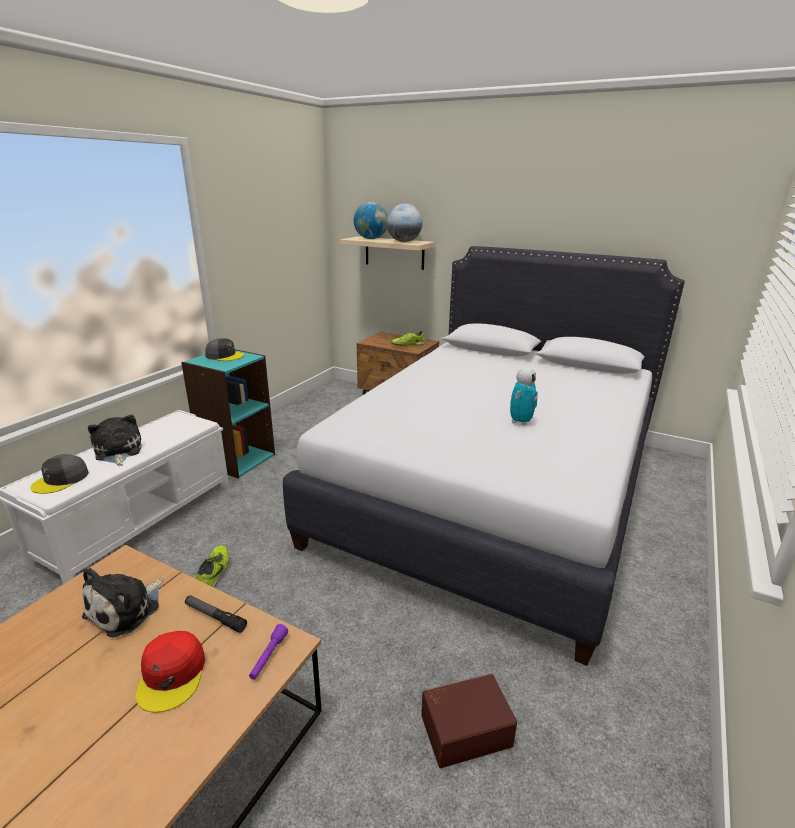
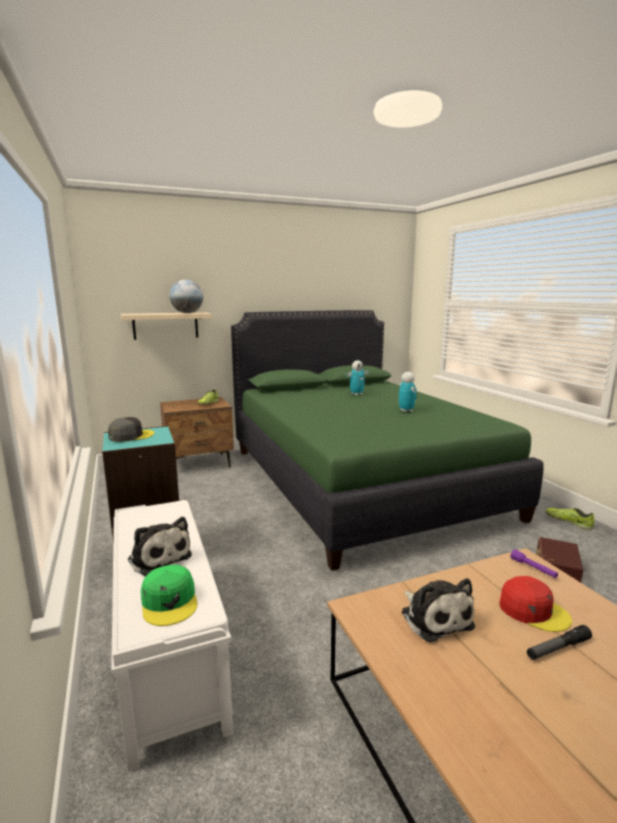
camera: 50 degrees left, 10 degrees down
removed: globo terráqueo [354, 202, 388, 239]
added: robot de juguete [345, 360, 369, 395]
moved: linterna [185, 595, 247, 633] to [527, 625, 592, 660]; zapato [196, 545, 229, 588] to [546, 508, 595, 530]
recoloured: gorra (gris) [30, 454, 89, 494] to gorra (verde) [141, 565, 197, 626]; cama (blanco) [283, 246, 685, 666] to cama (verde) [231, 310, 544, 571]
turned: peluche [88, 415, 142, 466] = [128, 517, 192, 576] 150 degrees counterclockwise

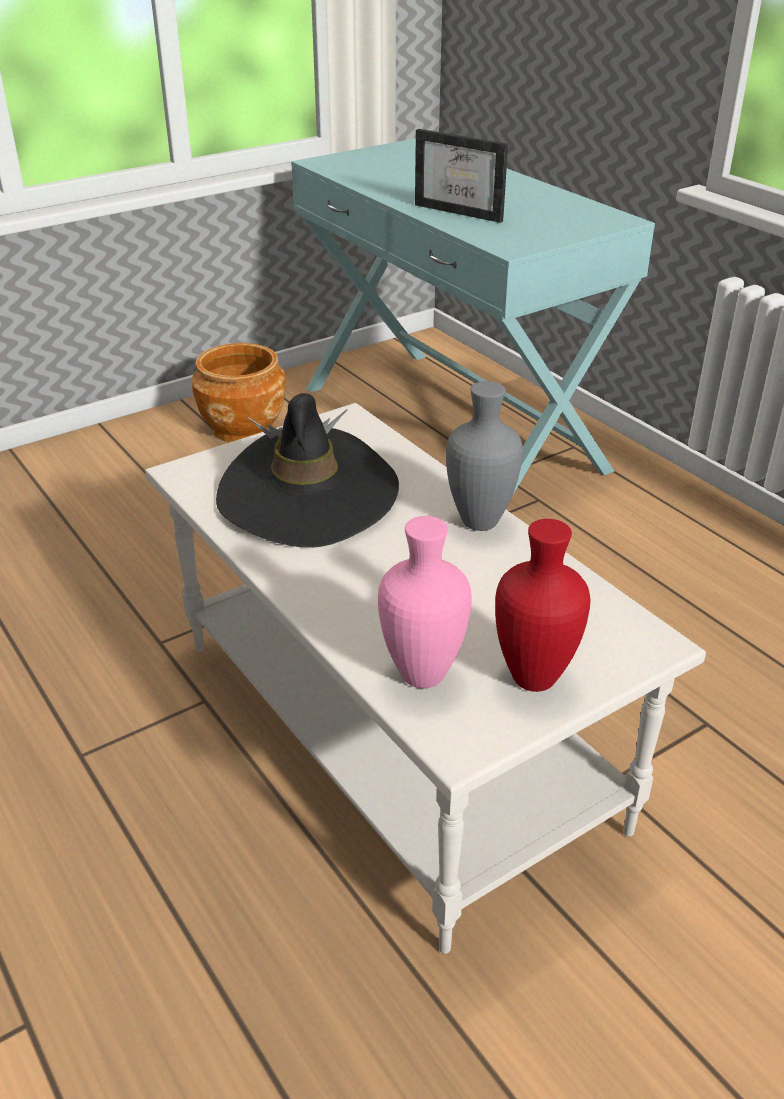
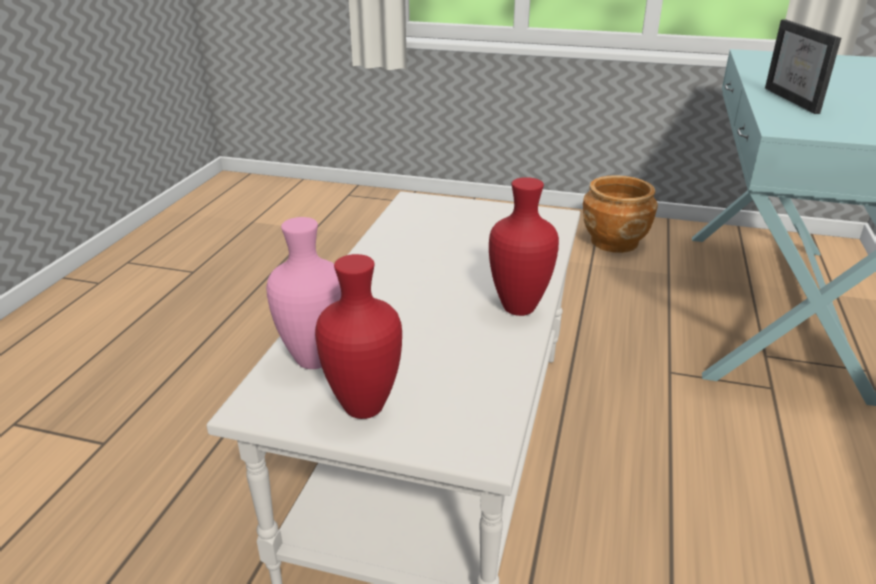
camera: 50 degrees right, 5 degrees down
removed: sombrero (negro) [216, 393, 399, 548]
recoloured: florero (gris) [446, 381, 523, 531] to florero (rojo) [489, 177, 559, 316]

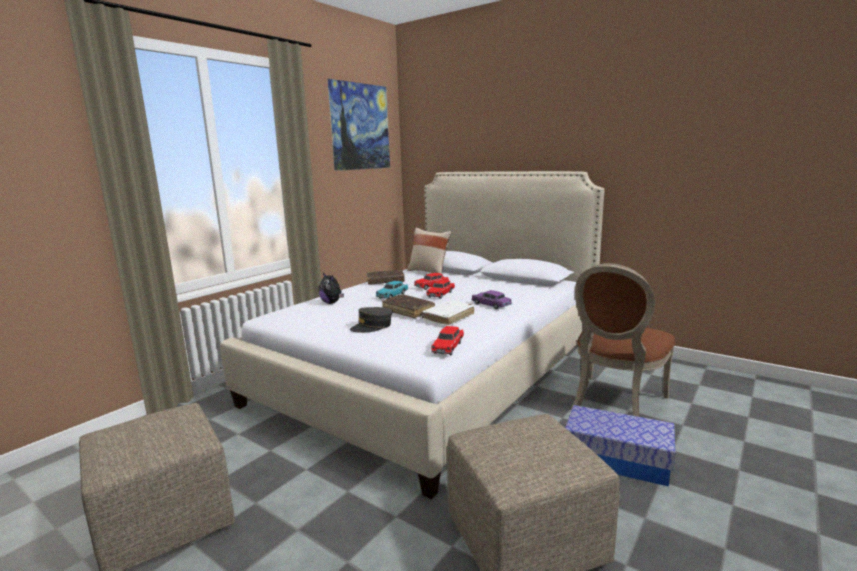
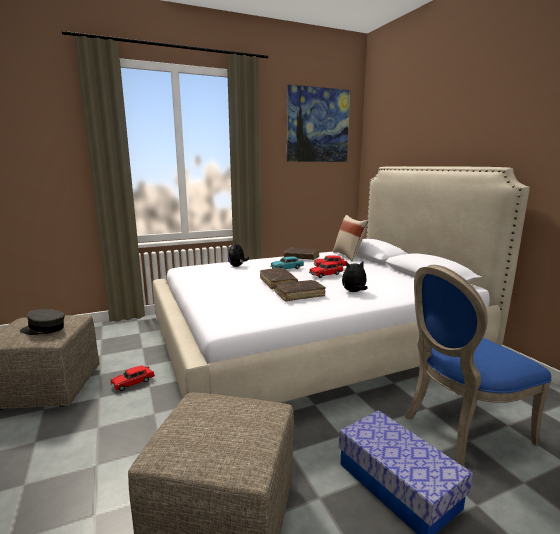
camera: 30 degrees right, 0 degrees up
moved: gorra (gris) [350, 307, 393, 332] to [20, 309, 65, 335]; coche de juguete (rojo) [431, 326, 464, 355] to [110, 366, 155, 391]
replaced: coche de juguete (morado) [471, 290, 512, 309] to peluche [342, 261, 368, 292]
recoloured: libro (blanco) [421, 301, 474, 326] to libro (marrón) [274, 280, 326, 301]; silla (marrón) [571, 263, 676, 417] to silla (azul) [405, 265, 551, 465]

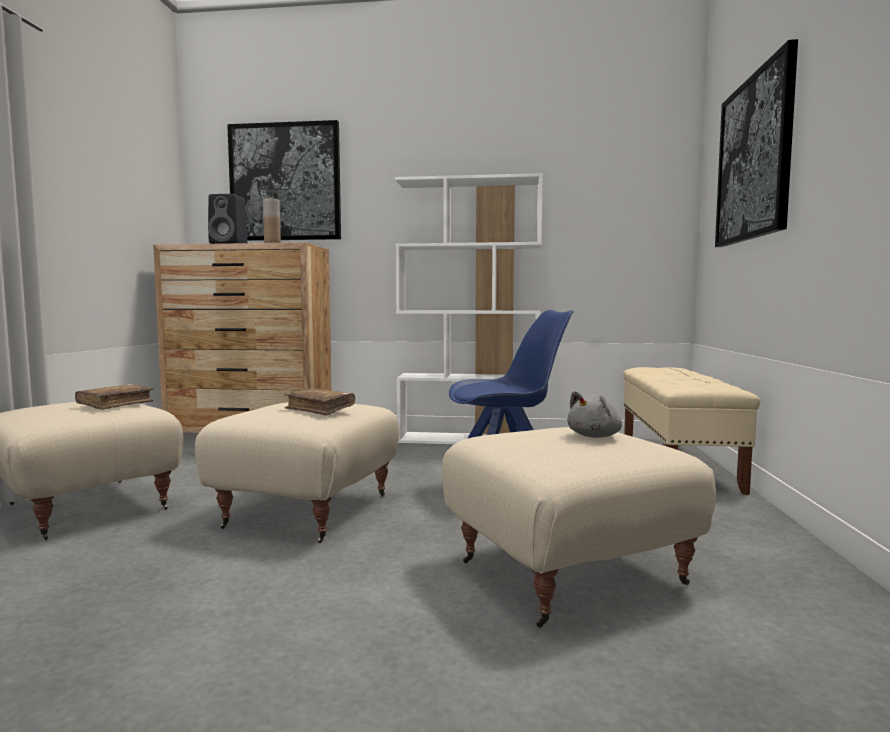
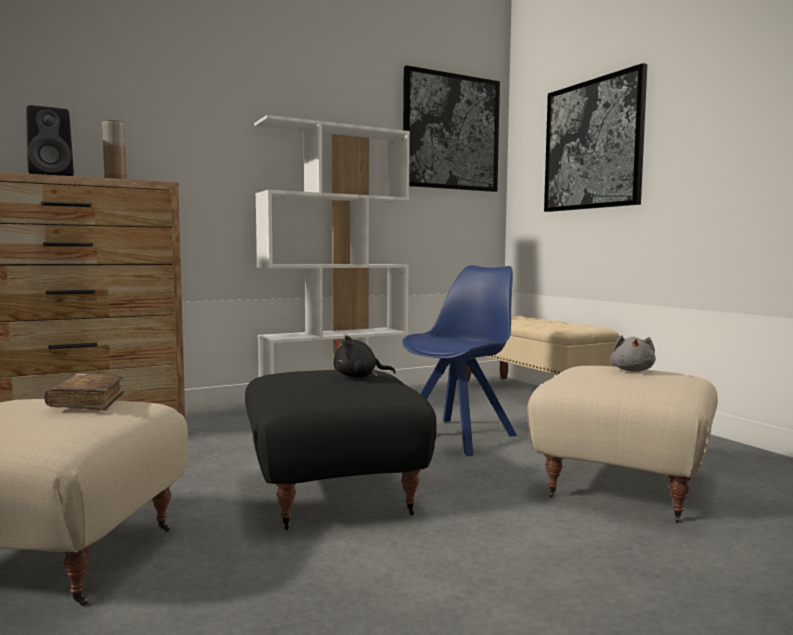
camera: 35 degrees left, 0 degrees up
moved: cuadro [227, 120, 341, 241] to [403, 65, 500, 192]
replaced: libro (marrón) [284, 388, 355, 416] to peluche (negro) [333, 336, 396, 378]
recoloured: puf (beis) [195, 402, 400, 543] to puf (negro) [245, 370, 437, 530]

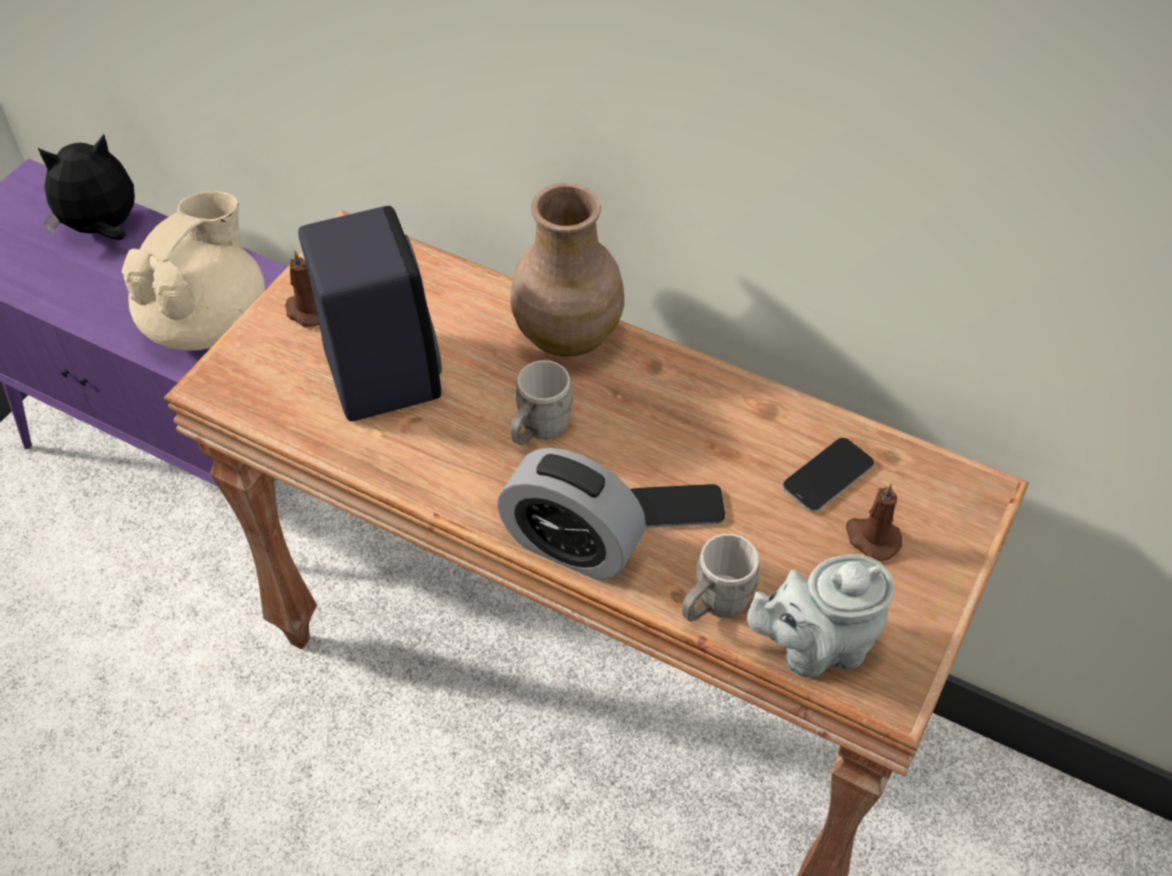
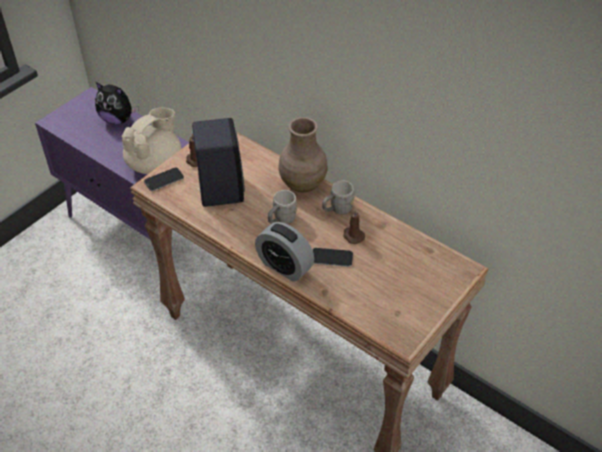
camera: 10 degrees right, 5 degrees down
removed: tetera (gris) [747, 554, 895, 677]
moved: móvil [783, 438, 874, 512] to [144, 167, 184, 191]; taza grande (gris) [682, 534, 760, 622] to [322, 180, 355, 214]; vela (marrón) [846, 483, 902, 561] to [343, 209, 365, 244]
turned: peluche [38, 134, 135, 240] = [95, 82, 138, 125] 150 degrees counterclockwise

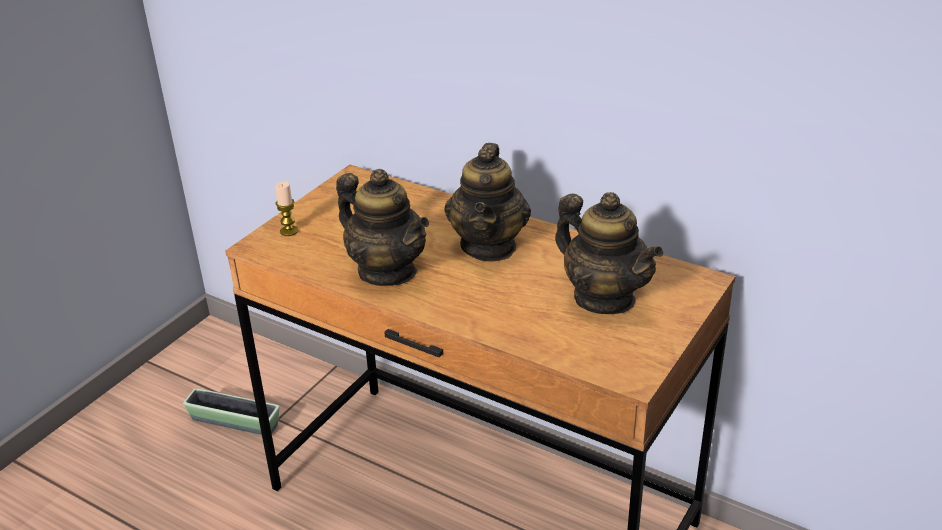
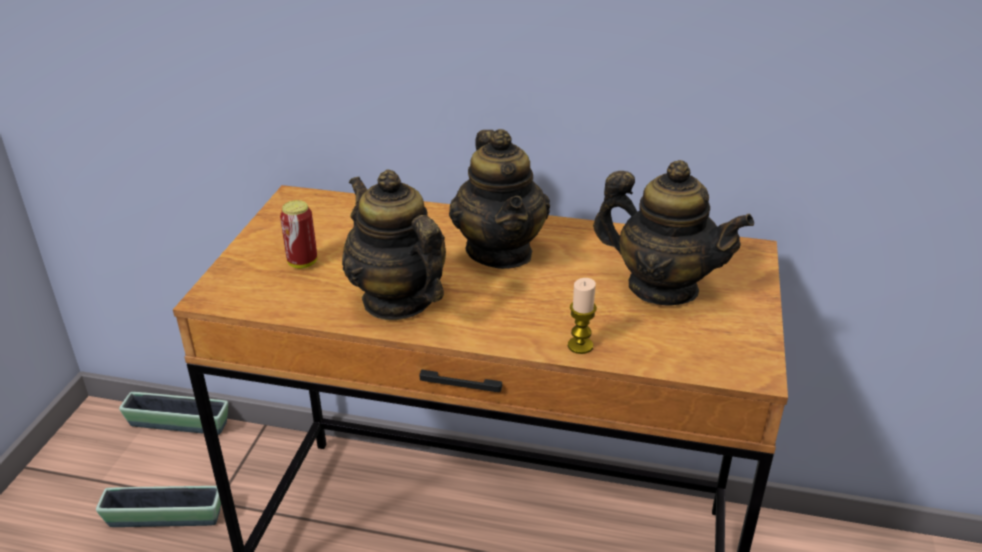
camera: 20 degrees left, 0 degrees up
added: maceta [119, 392, 228, 435]; lata [280, 200, 317, 268]
moved: vela [275, 181, 298, 236] to [568, 278, 597, 354]
turned: tetera [336, 169, 429, 286] = [342, 169, 446, 320] 150 degrees counterclockwise

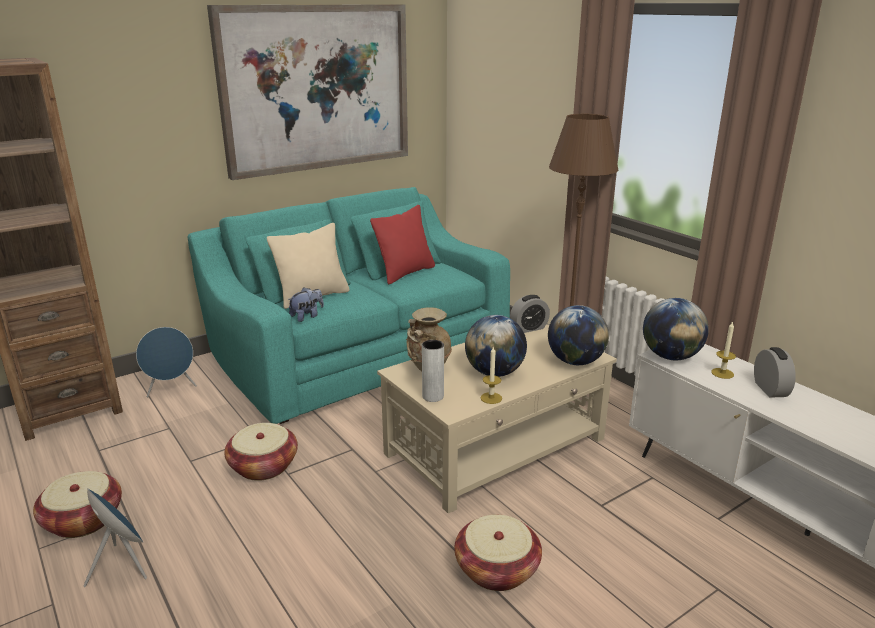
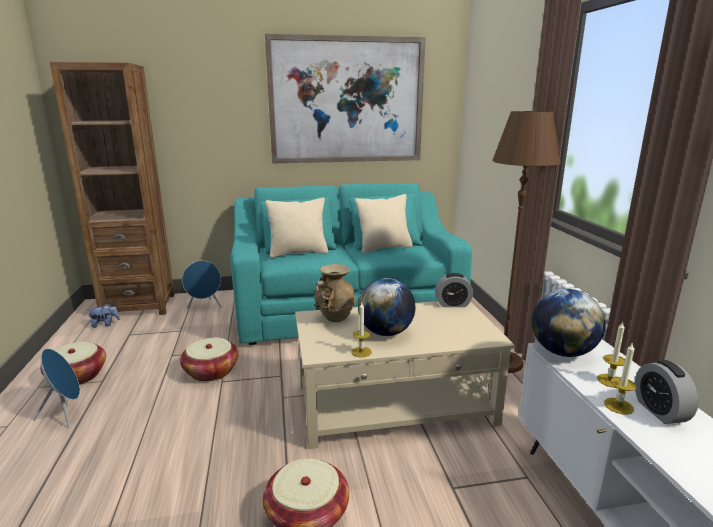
camera: 25 degrees right, 5 degrees down
removed: florero (gris) [422, 340, 444, 402]; globo terráqueo [548, 305, 609, 365]
added: vela [604, 342, 637, 415]
moved: peluche [288, 287, 324, 322] to [87, 304, 120, 328]
recoloured: cojín (rojo) [370, 205, 435, 284] to cojín (beis) [355, 194, 413, 253]
turned: despertador [754, 347, 796, 398] = [635, 360, 699, 424] 150 degrees clockwise

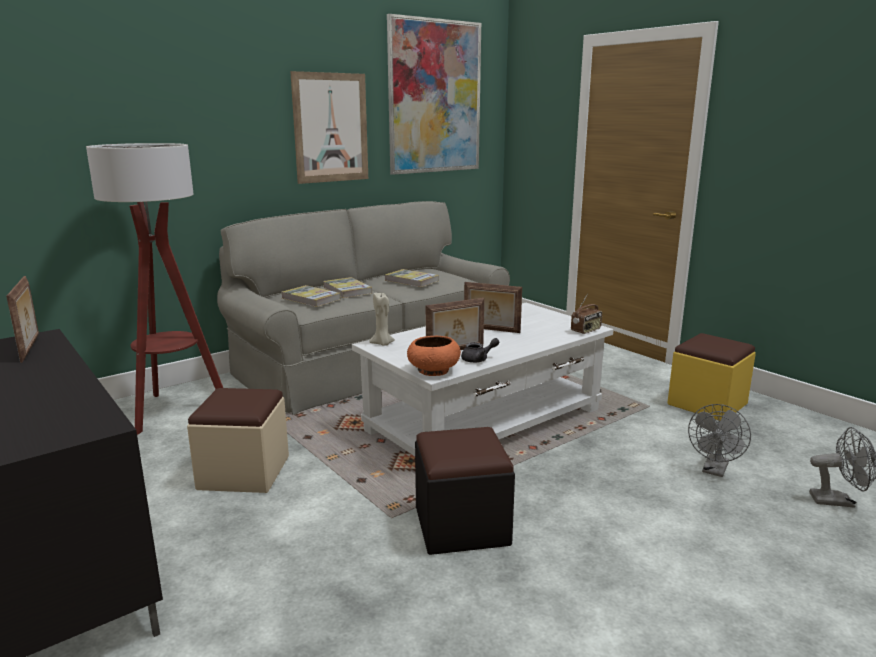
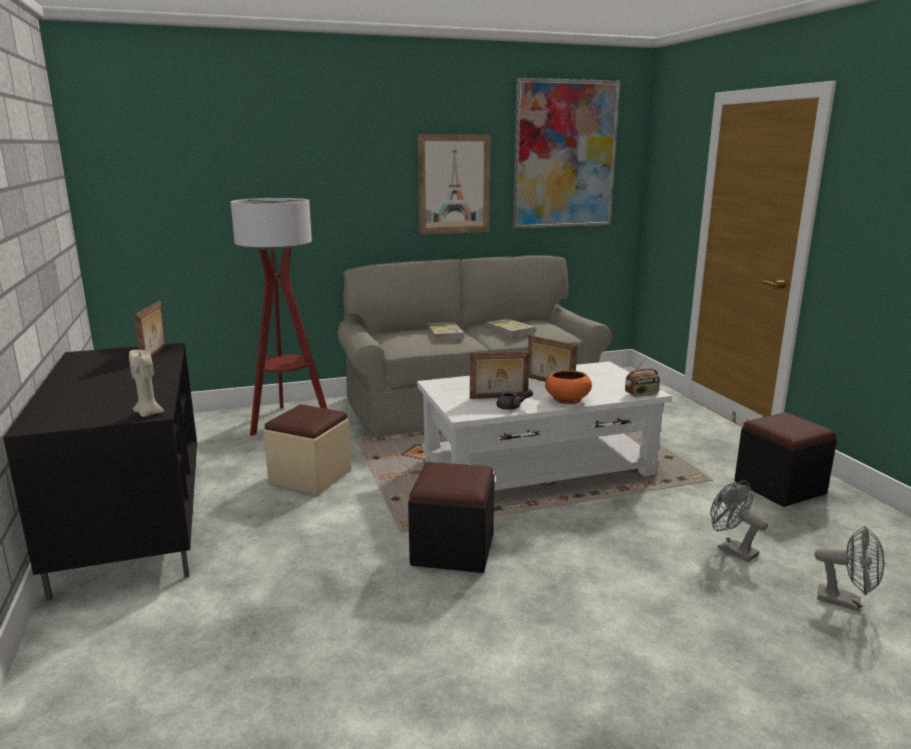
camera: 20 degrees right, 0 degrees up
removed: libro [282, 285, 341, 307]
moved: vela (beis) [369, 293, 395, 346] to [129, 350, 164, 417]; cuenco (naranja) [407, 336, 461, 376] to [545, 370, 592, 404]
recoloured: puf (amarillo) [668, 333, 756, 421] to puf (negro) [734, 412, 837, 507]
turned: ventilador (gris) [688, 404, 751, 477] = [710, 480, 768, 562] 90 degrees clockwise

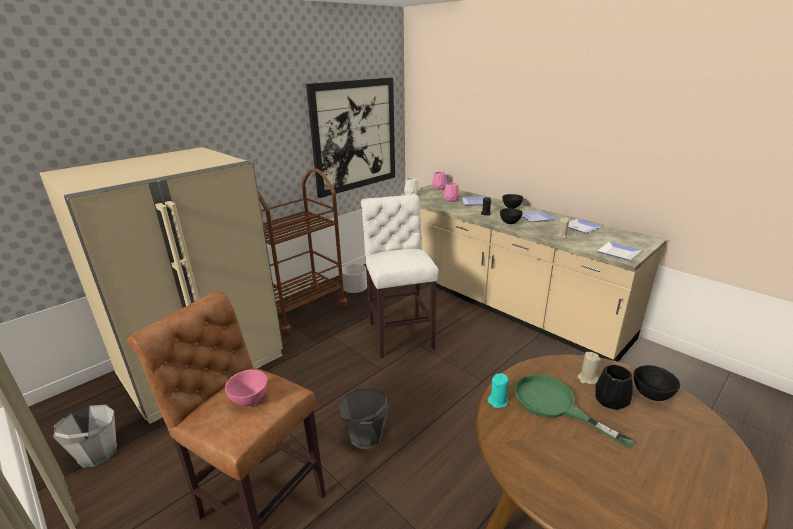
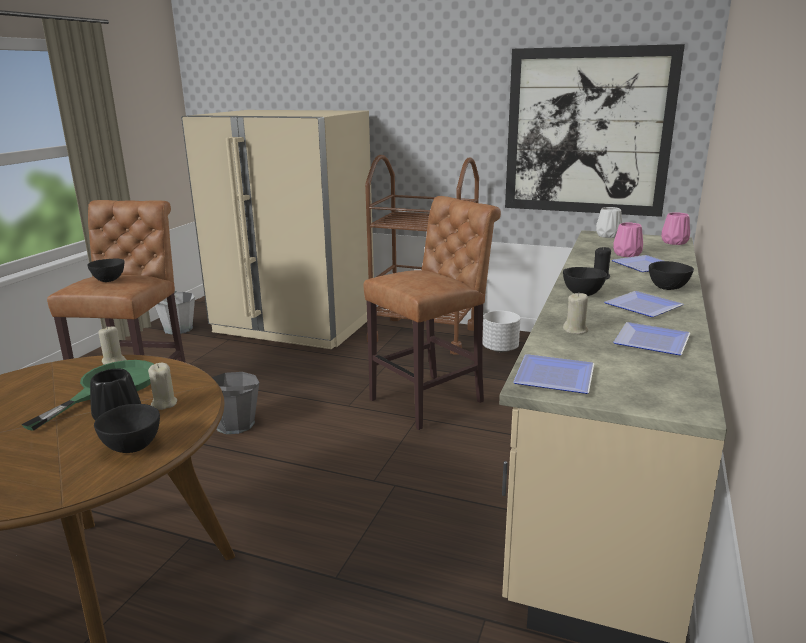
camera: 65 degrees right, 5 degrees down
recoloured: cuenco (rosa) [225, 370, 267, 406] to cuenco (negro) [87, 258, 124, 282]; vela (turquesa) [487, 373, 509, 408] to vela (beis) [98, 326, 127, 365]; taburete (blanco) [361, 194, 439, 358] to taburete (marrón) [363, 196, 501, 430]

